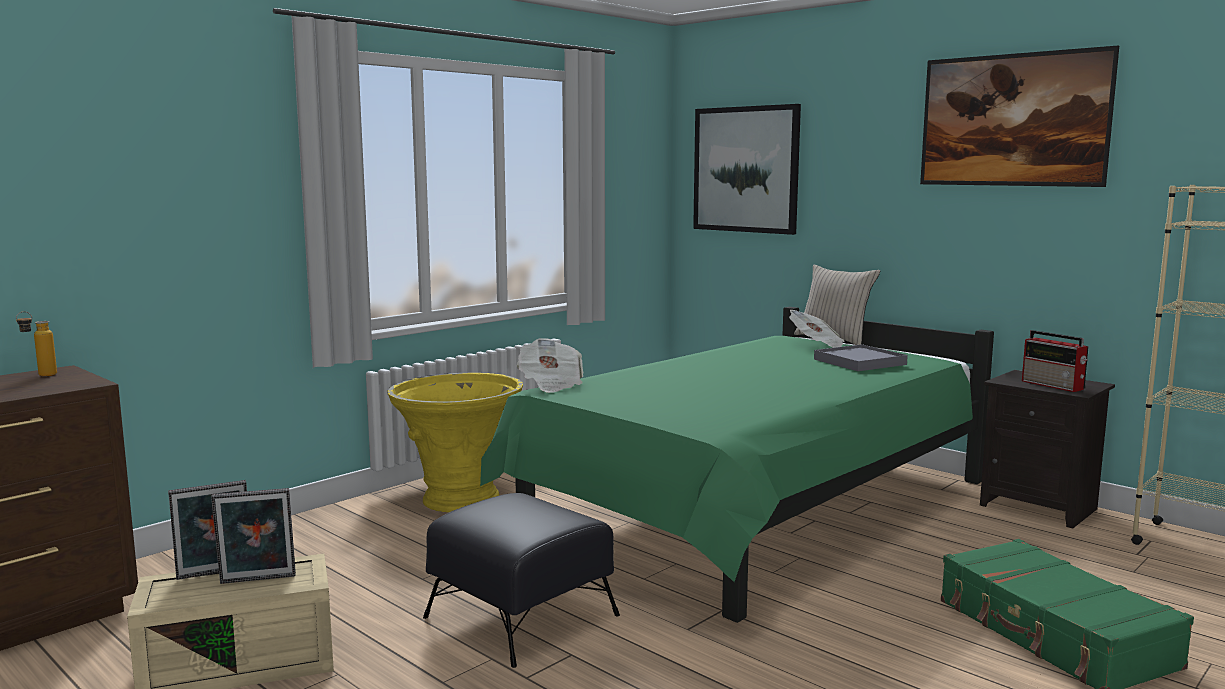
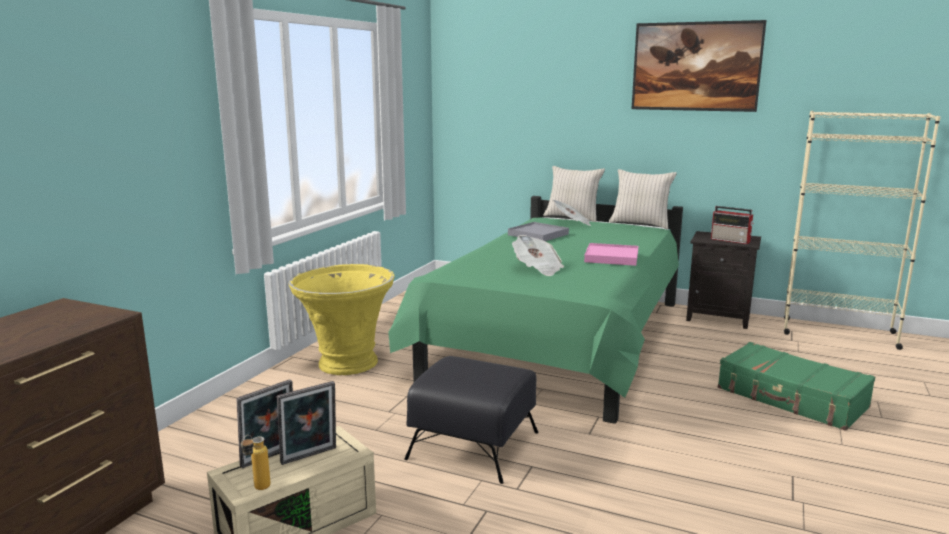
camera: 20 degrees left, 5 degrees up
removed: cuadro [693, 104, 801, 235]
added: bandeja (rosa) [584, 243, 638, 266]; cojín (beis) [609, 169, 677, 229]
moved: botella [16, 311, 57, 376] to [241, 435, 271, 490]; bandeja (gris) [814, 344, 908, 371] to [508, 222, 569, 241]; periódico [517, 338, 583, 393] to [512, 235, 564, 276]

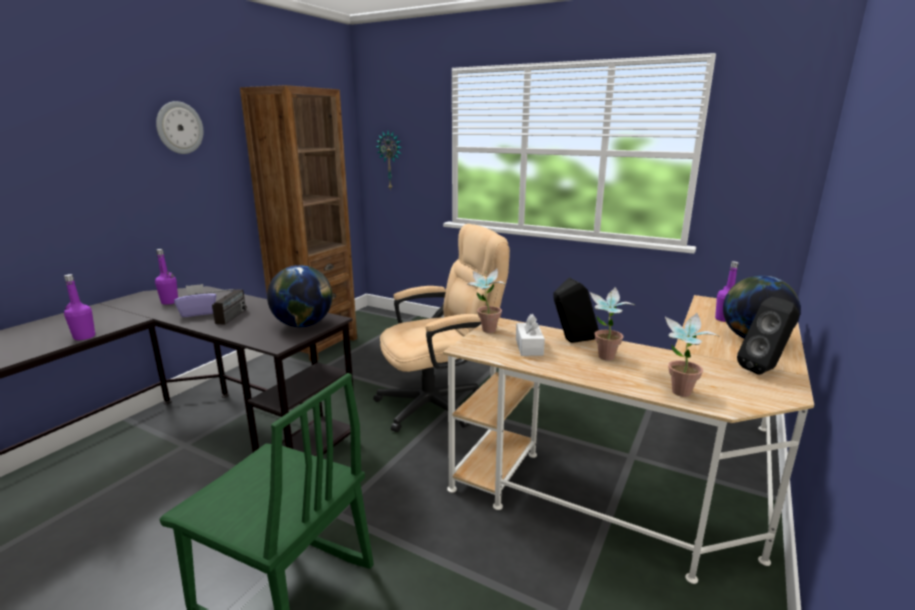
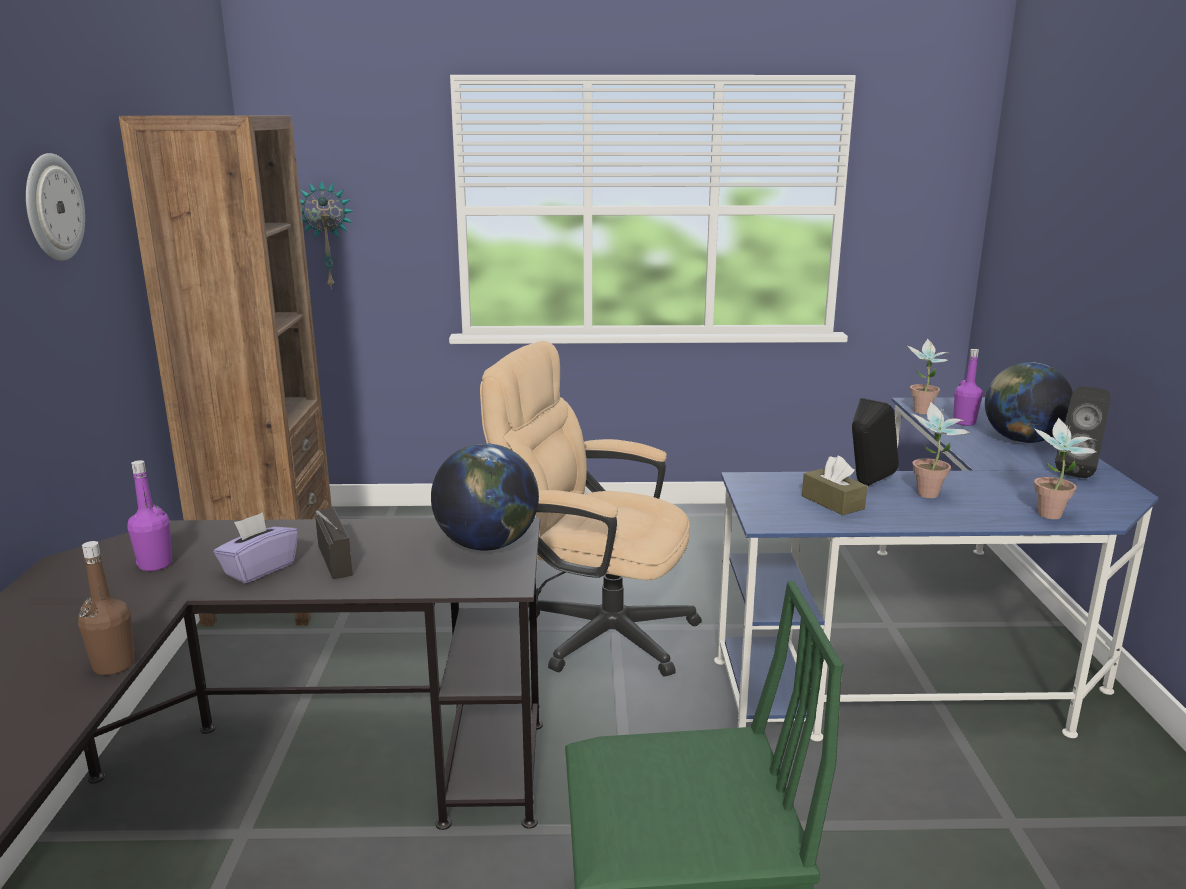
camera: 30 degrees left, 0 degrees up
moved: planta en maceta [468, 269, 506, 333] to [907, 339, 953, 414]
recoloured: botella (morado) [64, 274, 95, 340] to botella (marrón) [78, 541, 135, 675]; escritorio (beis) [443, 295, 814, 584] to escritorio (azul) [714, 397, 1159, 741]; caja de pañuelos (blanco) [516, 314, 545, 356] to caja de pañuelos (marrón) [802, 456, 867, 515]
turned: silla de oficina (beis) [373, 224, 510, 432] = [480, 341, 702, 677] 105 degrees counterclockwise

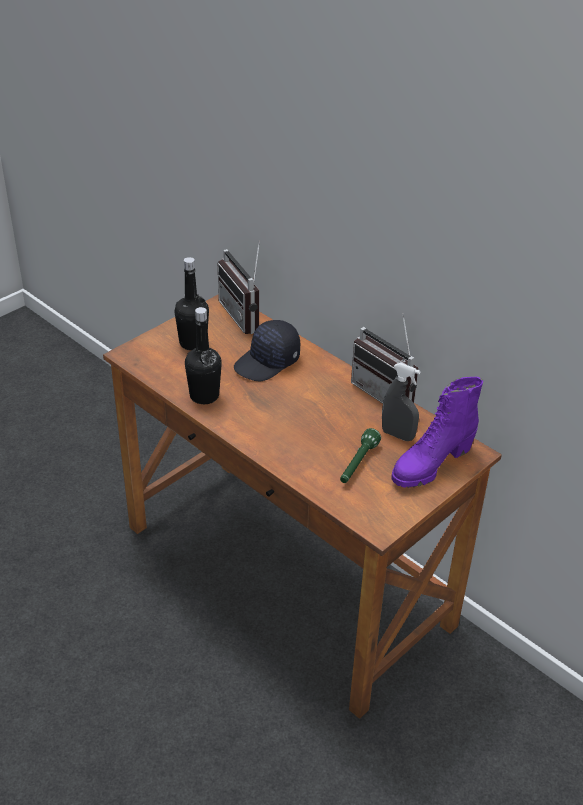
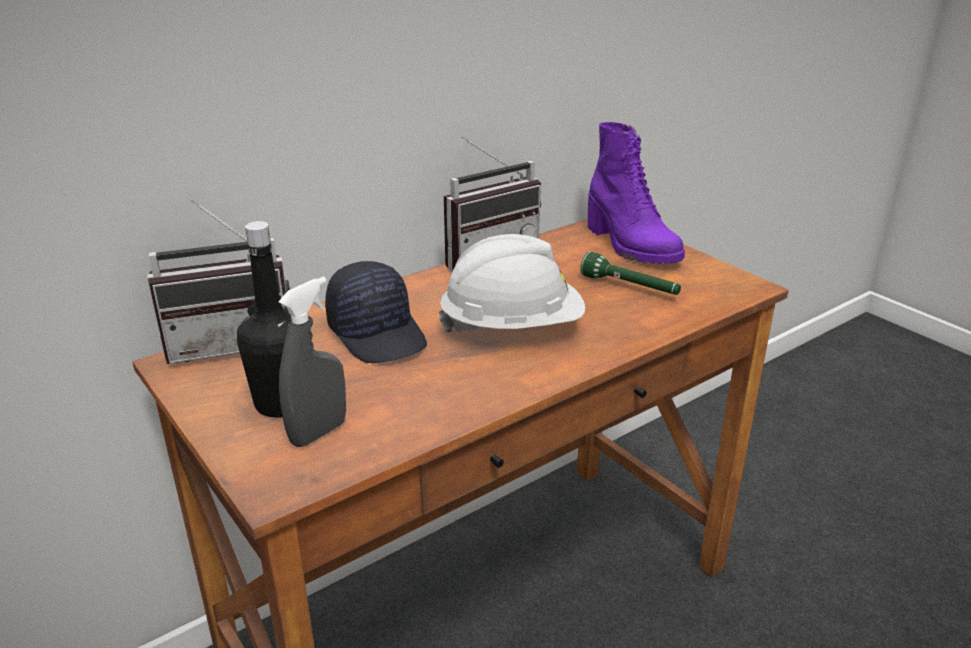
camera: 80 degrees left, 10 degrees down
removed: botella (negro) [185, 307, 222, 404]
added: casco (blanco) [439, 234, 585, 333]
moved: pulverizador (gris) [382, 363, 420, 441] to [279, 277, 346, 447]

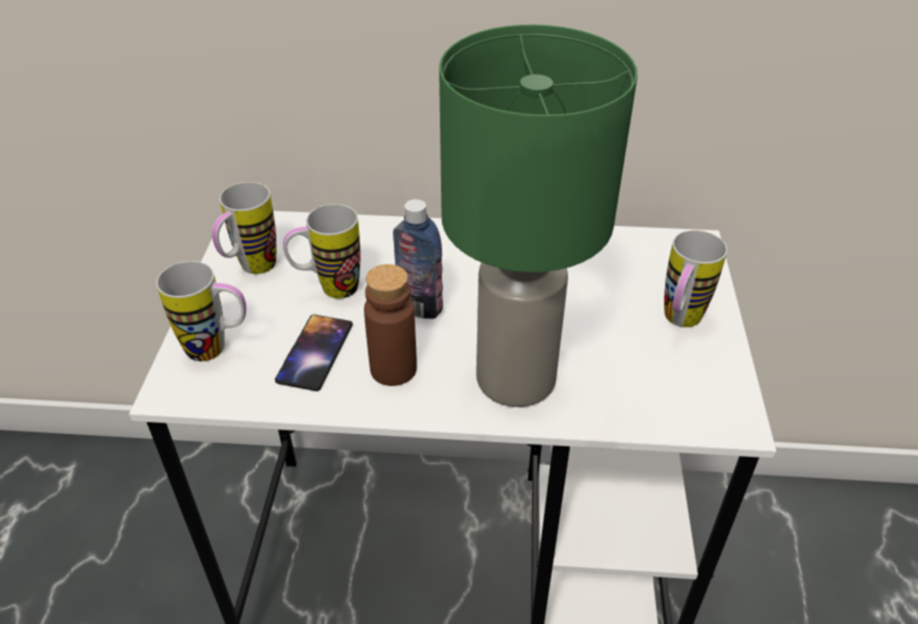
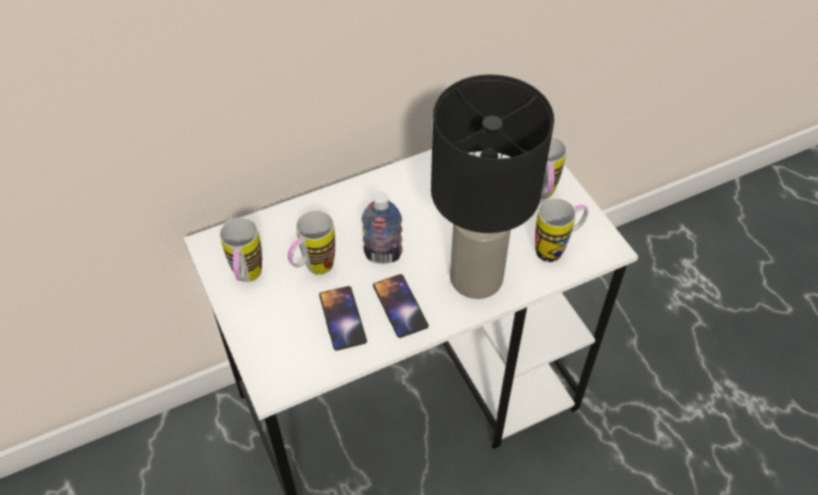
camera: 30 degrees left, 10 degrees up
moved: taza grande [156, 261, 246, 361] to [535, 198, 589, 262]
replaced: botella (marrón) [364, 264, 417, 386] to móvil [373, 274, 429, 338]
recoloured: lámpara de mesa (verde) [439, 25, 638, 407] to lámpara de mesa (negro) [431, 74, 554, 299]

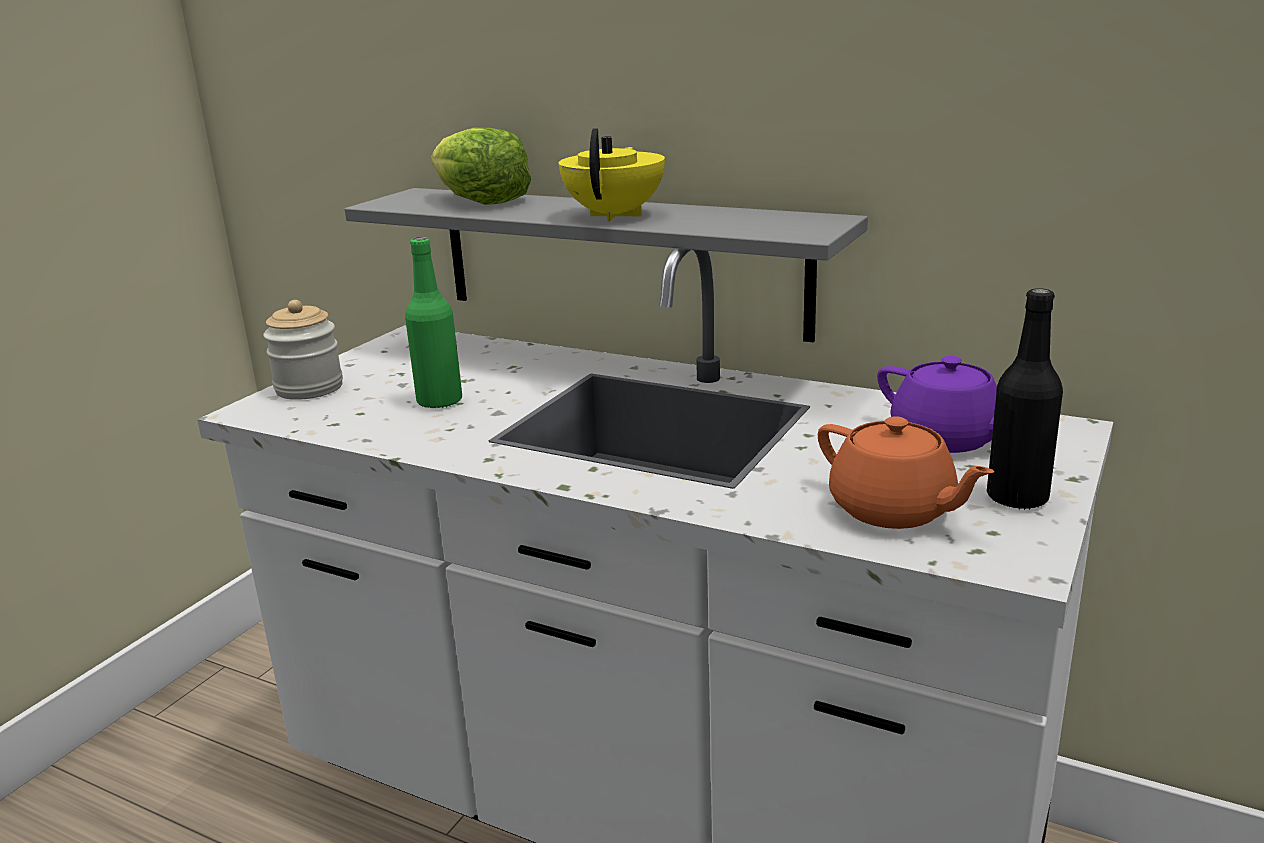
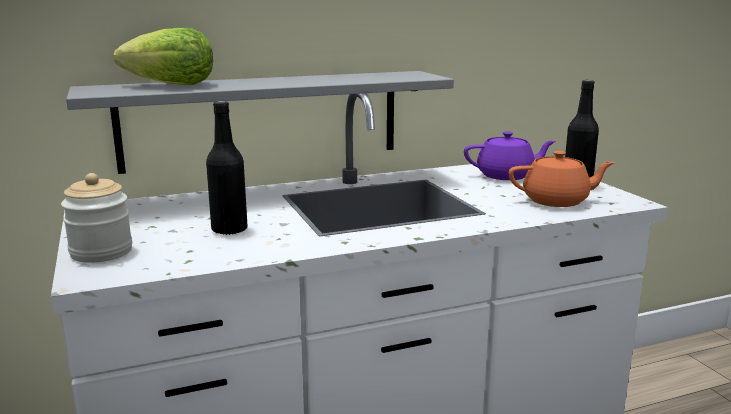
camera: 50 degrees left, 5 degrees down
removed: tetera (amarillo) [559, 128, 665, 221]
recoloured: botella (verde) [405, 237, 462, 408] to botella (negro) [206, 101, 248, 235]

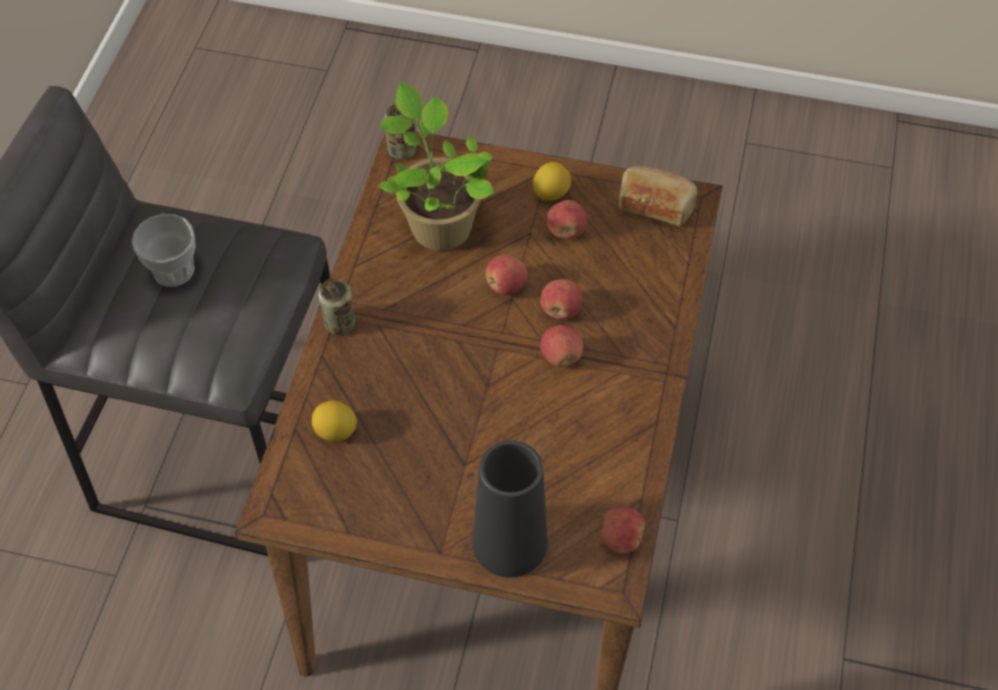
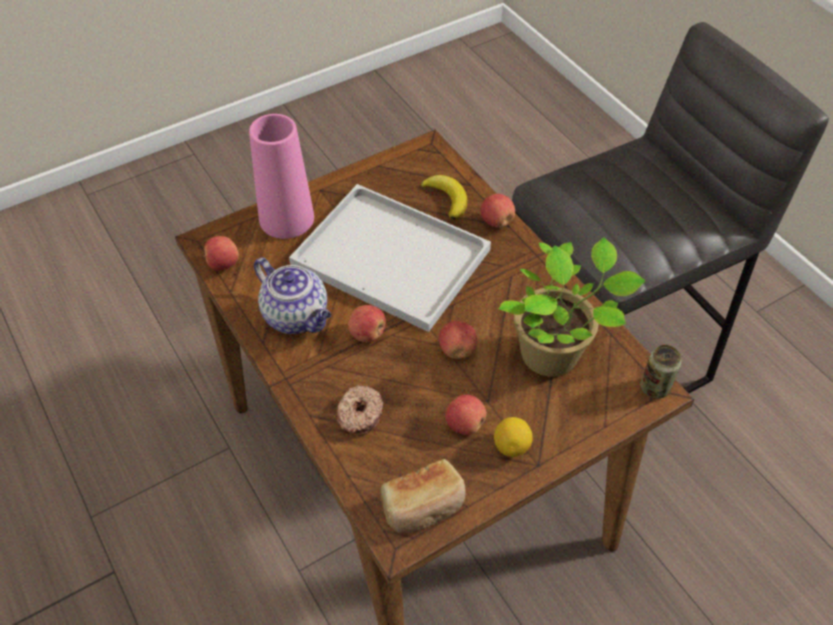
camera: 135 degrees right, 5 degrees down
removed: taza [131, 214, 195, 287]; lata [318, 278, 356, 335]
added: tetera [254, 258, 331, 334]; bandeja (blanco) [289, 184, 491, 332]; rosquilla [337, 384, 384, 436]
moved: manzana [541, 279, 582, 320] to [480, 194, 515, 228]
replaced: limón [312, 400, 357, 441] to plátano [421, 175, 467, 220]
recoloured: florero (negro) [473, 441, 547, 578] to florero (rosa) [249, 114, 314, 239]

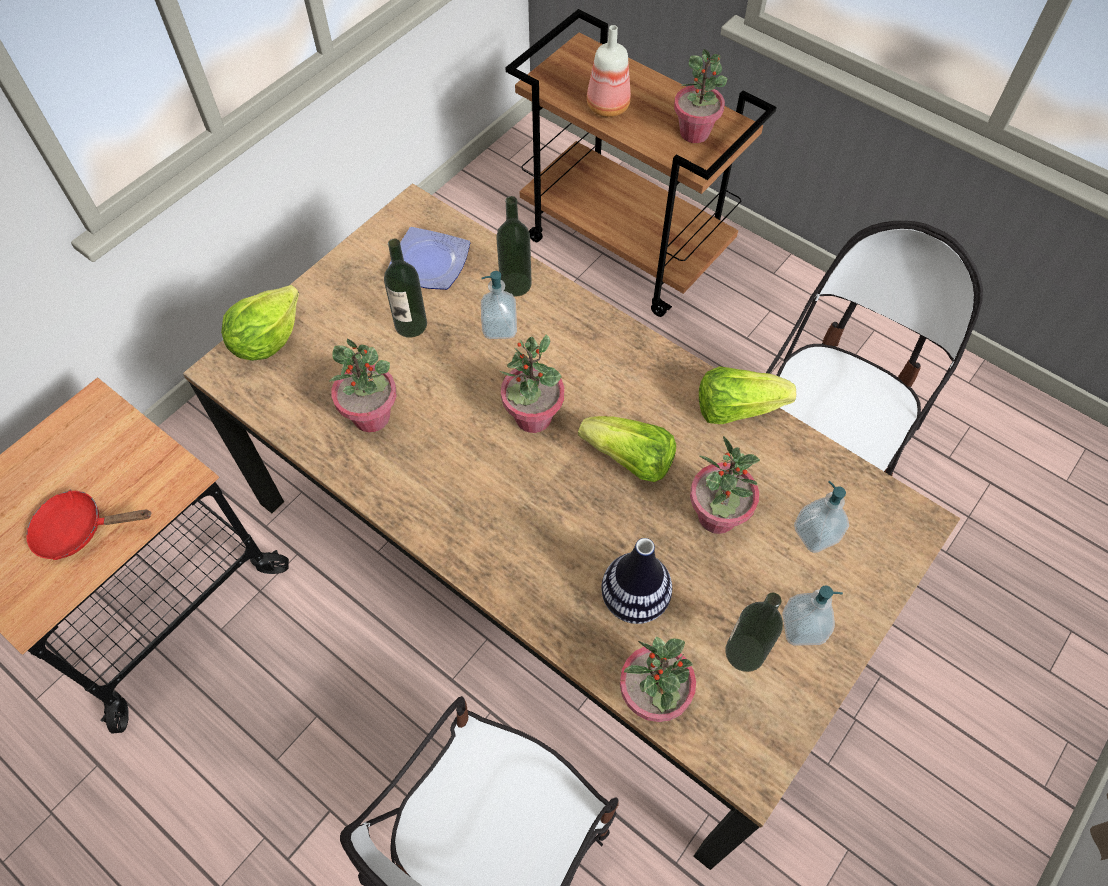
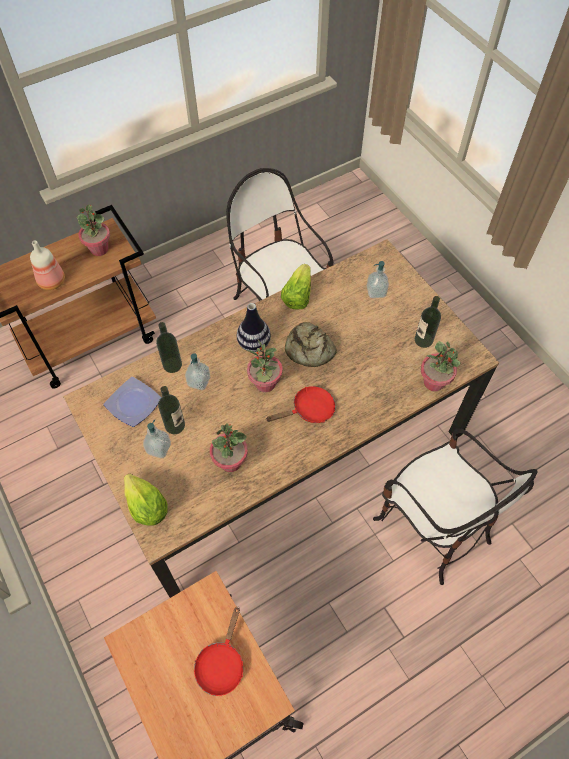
camera: 70 degrees left, 0 degrees up
removed: planta en maceta [690, 436, 760, 534]
added: sartén (rojo) [266, 386, 336, 423]
moved: dispensador de jabón [782, 586, 843, 646] to [143, 419, 171, 458]; florero [601, 538, 672, 624] to [237, 303, 271, 352]
replaced: lechuga [578, 416, 676, 482] to pan [285, 322, 337, 367]

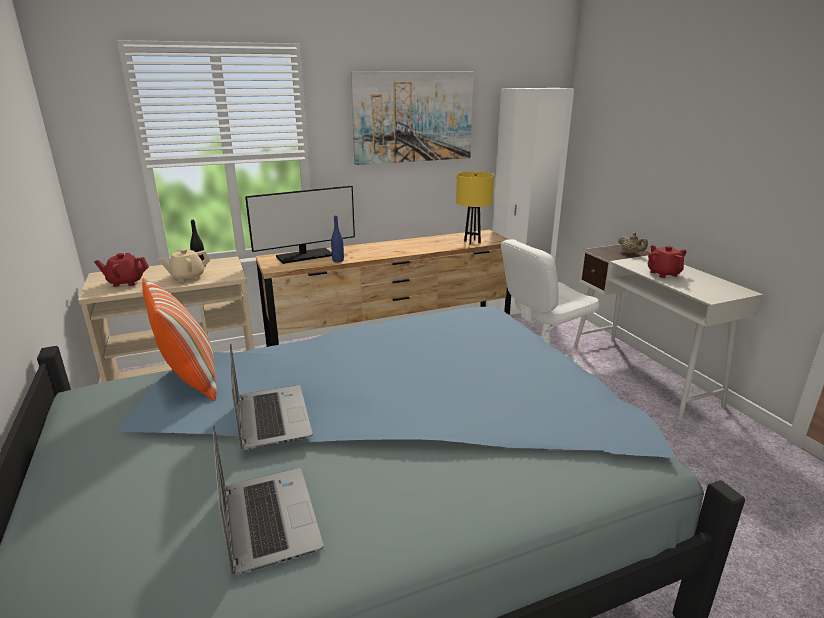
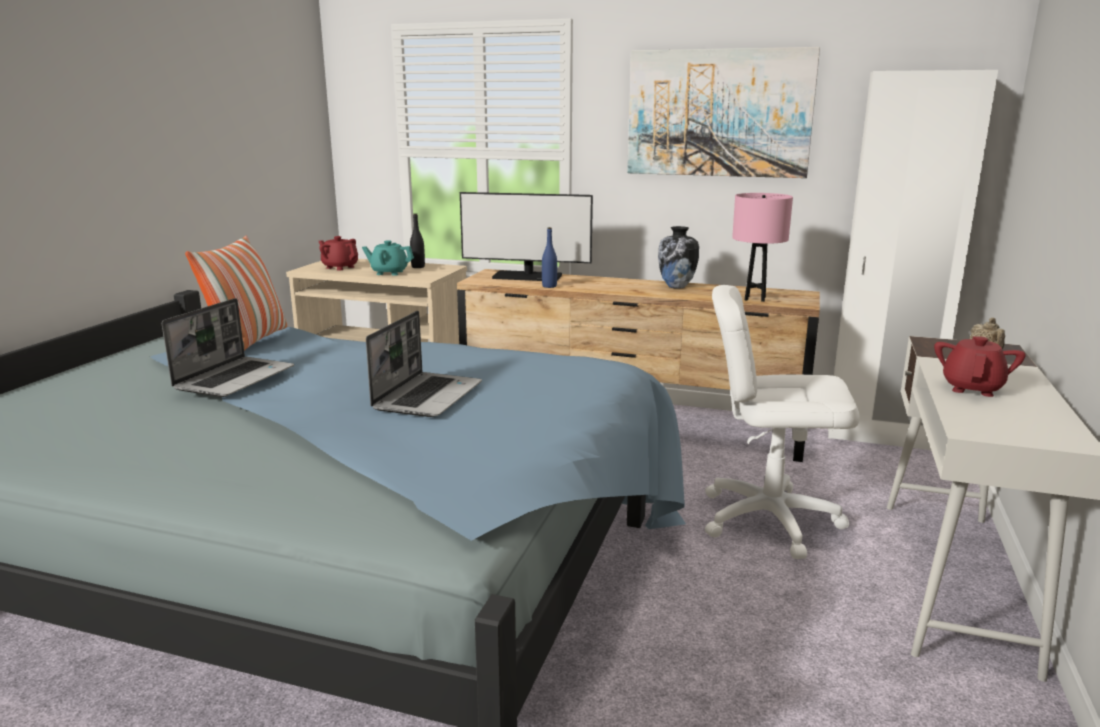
camera: 40 degrees right, 5 degrees down
added: florero [658, 226, 699, 289]
moved: portátil [213, 426, 324, 575] to [366, 311, 482, 417]
recoloured: tetera (beis) [158, 249, 210, 282] to tetera (turquesa) [362, 240, 414, 276]; lámpara de mesa (amarillo) [456, 172, 494, 244] to lámpara de mesa (rosa) [732, 193, 793, 302]

